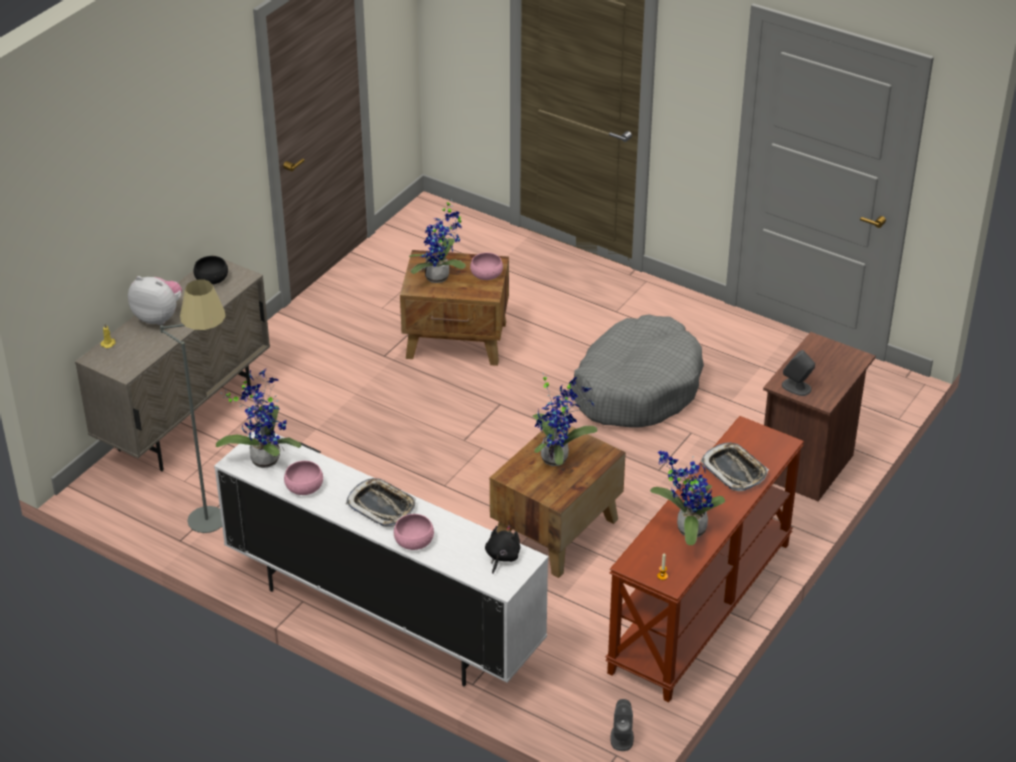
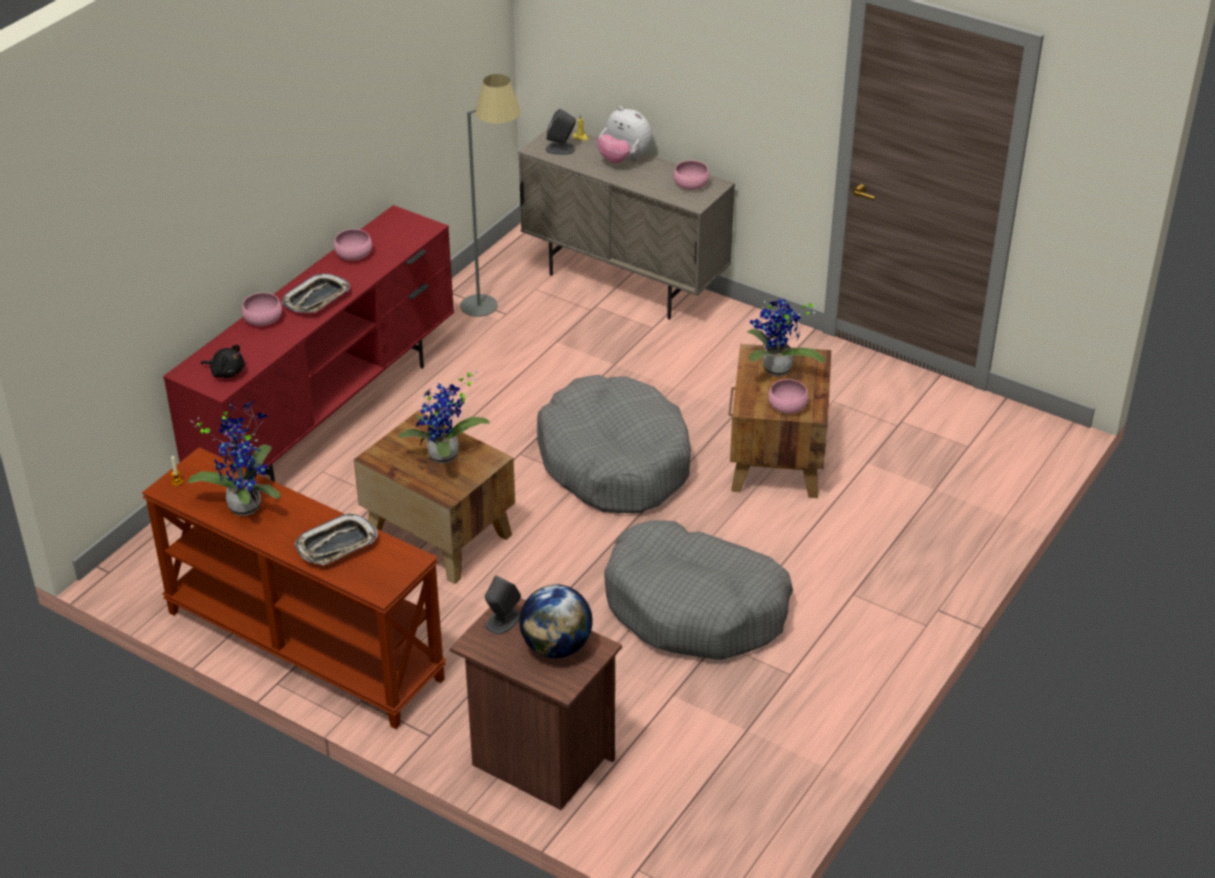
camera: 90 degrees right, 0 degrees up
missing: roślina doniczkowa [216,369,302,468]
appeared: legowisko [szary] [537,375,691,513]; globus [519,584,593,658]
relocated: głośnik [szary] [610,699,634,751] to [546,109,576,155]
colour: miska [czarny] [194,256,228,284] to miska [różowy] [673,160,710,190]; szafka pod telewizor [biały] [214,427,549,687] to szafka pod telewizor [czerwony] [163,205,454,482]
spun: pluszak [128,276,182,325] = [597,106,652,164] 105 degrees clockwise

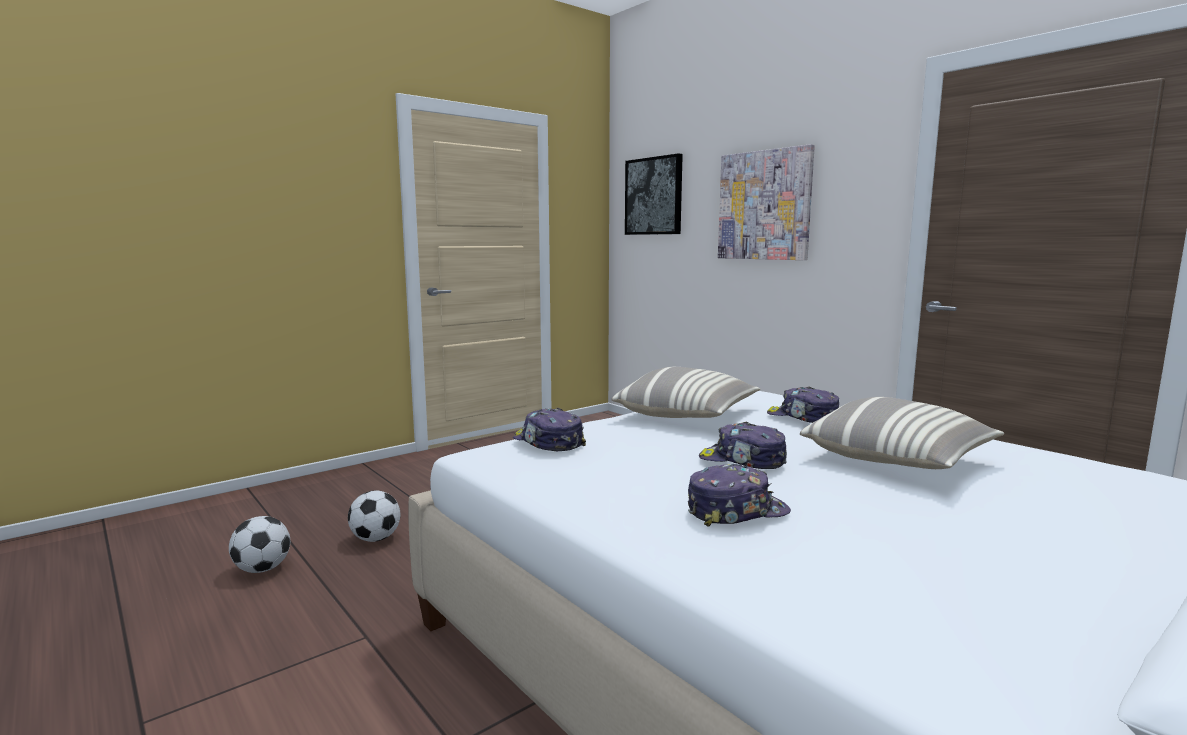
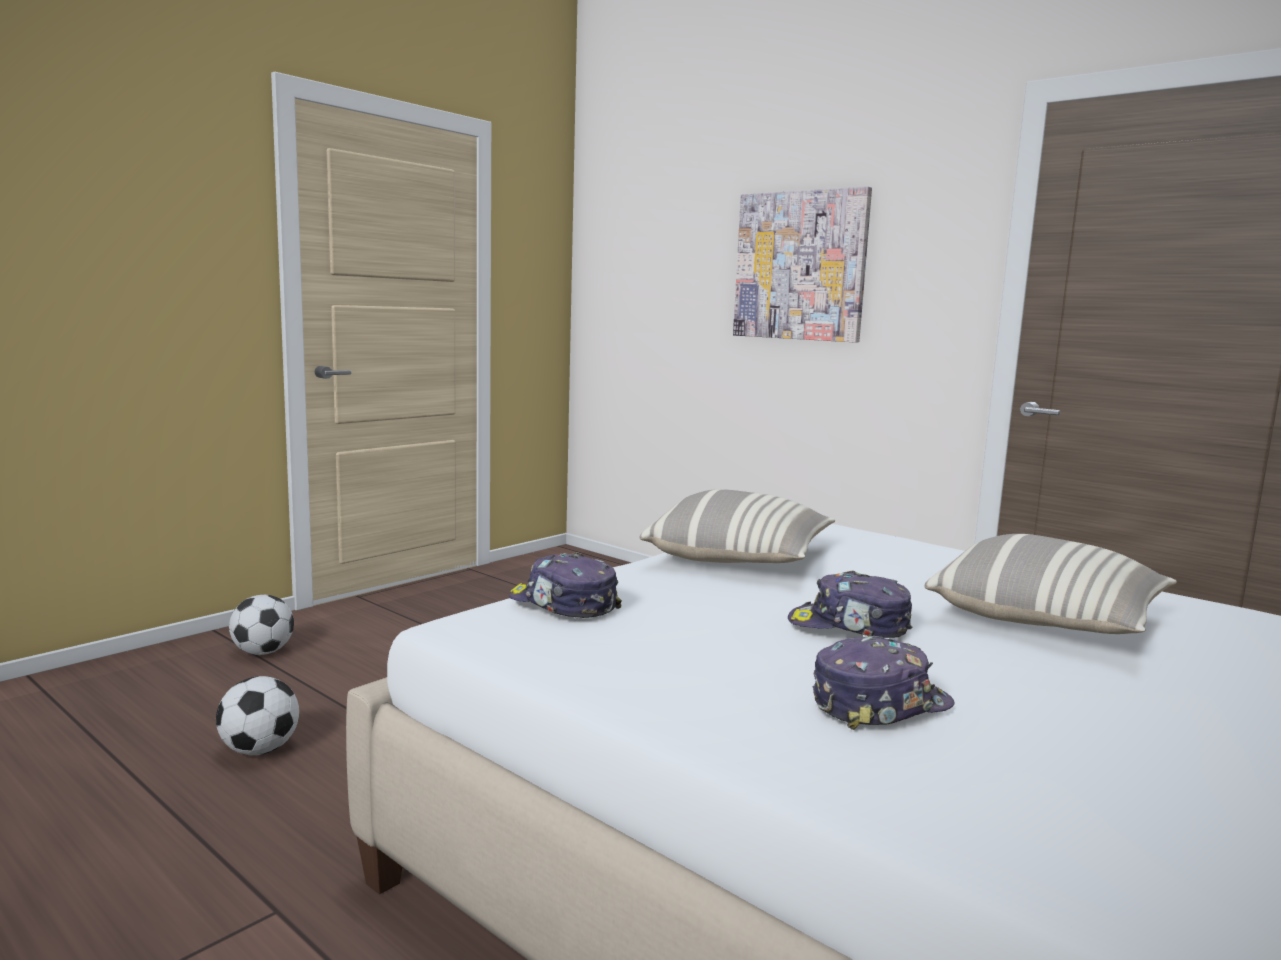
camera: 10 degrees left, 0 degrees up
missing: obraz [625,153,683,235]; czapka z daszkiem [767,387,839,423]
relocated: piłka futbolowa [229,516,290,573] to [229,595,294,655]

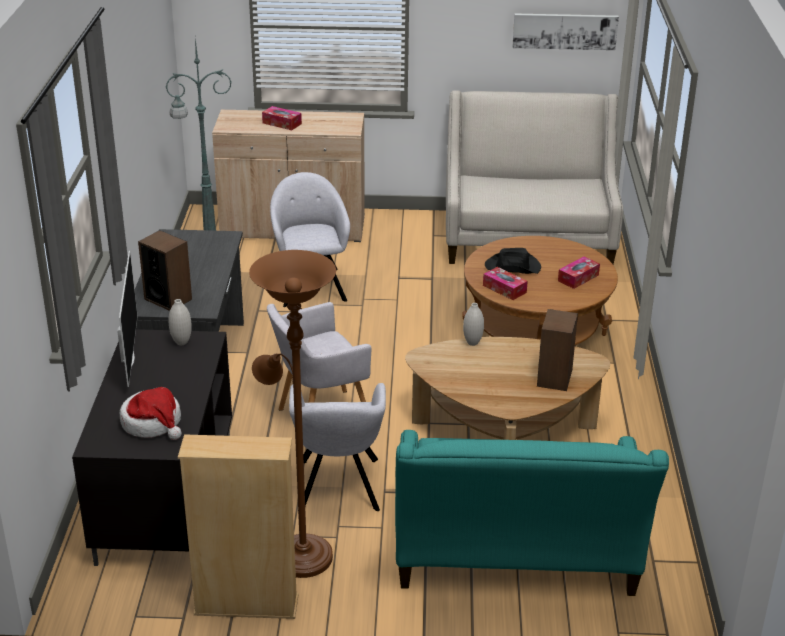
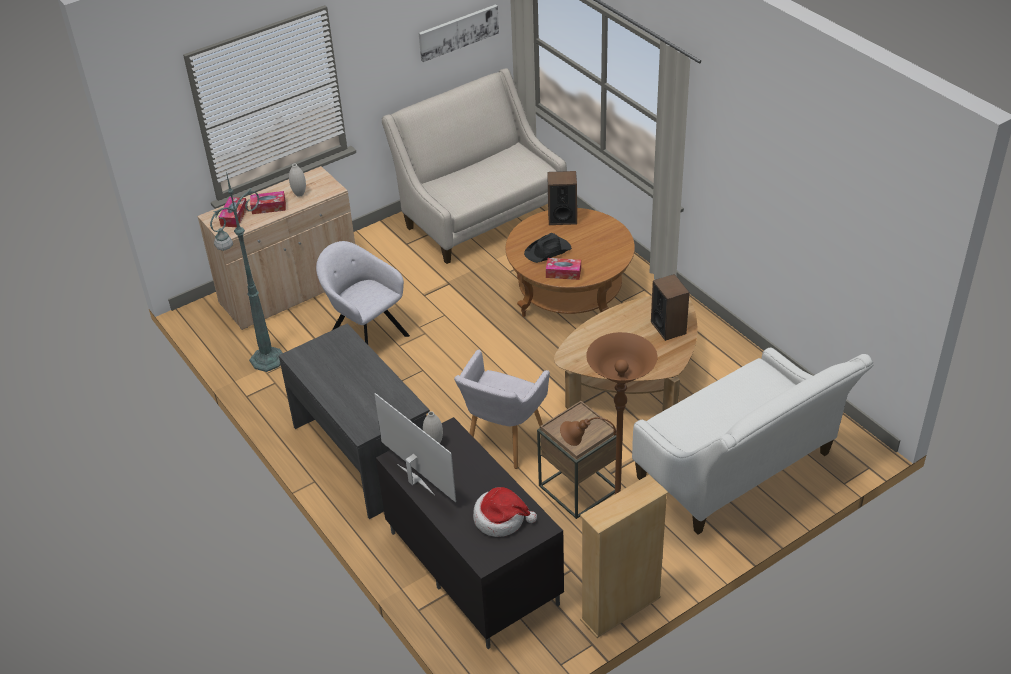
camera: 35 degrees left, 10 degrees up
relocated: głośnik [138,230,192,311] to [547,171,577,225]; pudełko chusteczek [558,256,600,289] to [219,197,248,227]; wazon [biały] [463,303,484,346] to [289,164,306,197]
exchanged: fotel [szary] [289,383,386,511] to stolik [brązowy] [537,401,617,519]
colour: kanapa [turkusowy] [395,430,669,596] to kanapa [biały] [632,348,873,535]

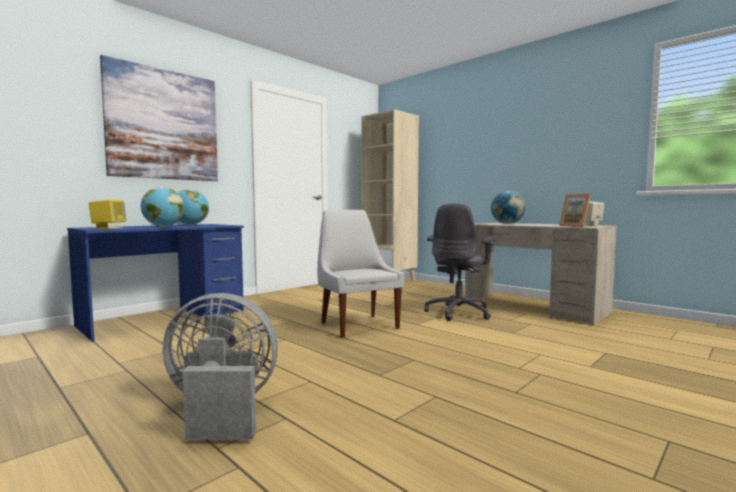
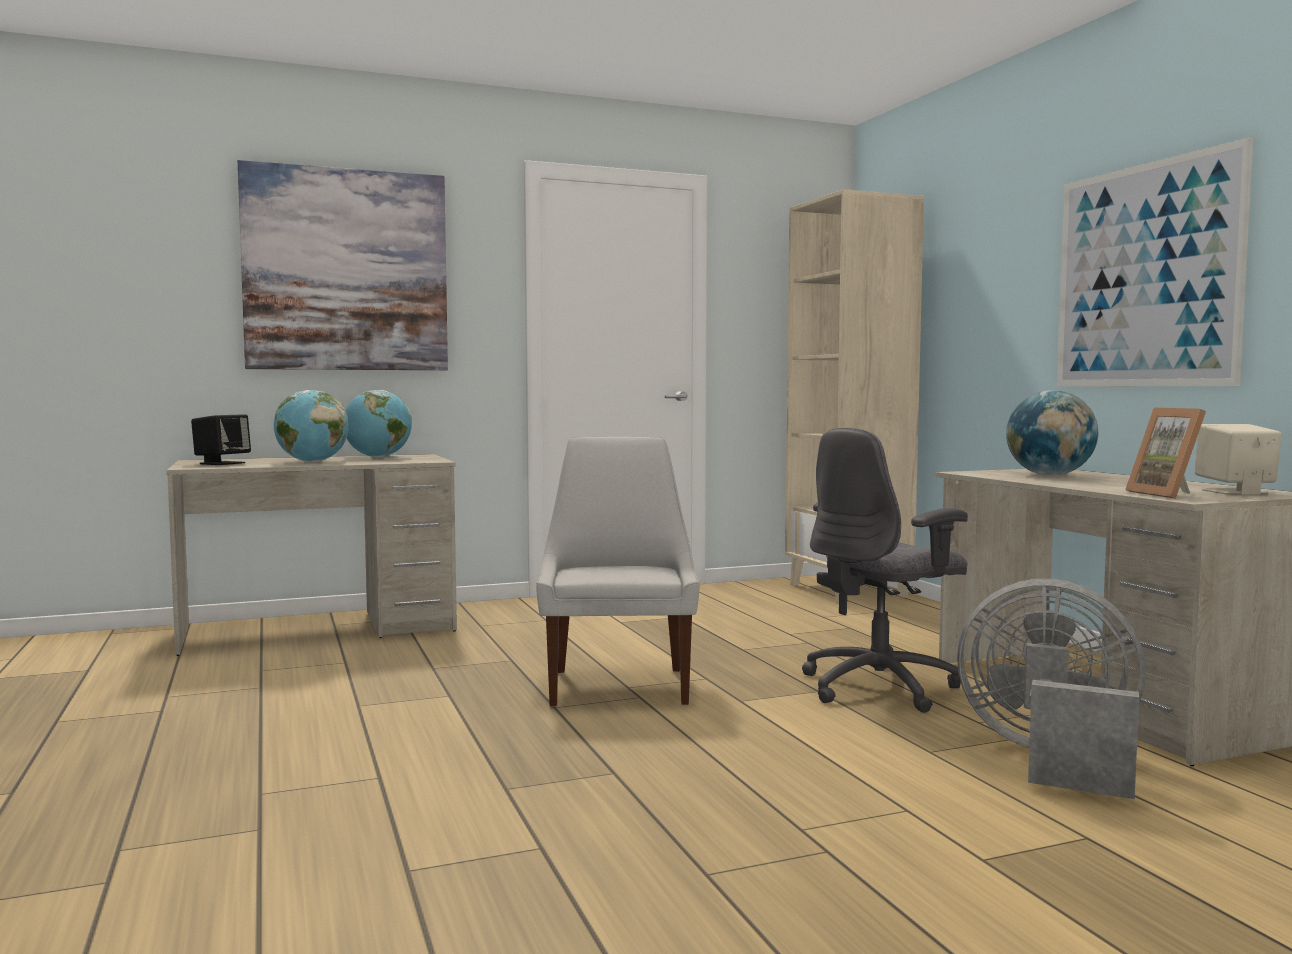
camera: 25 degrees right, 0 degrees up
appeared: obraz [1057,137,1253,387]
relocated: wentylator [szary] [162,293,278,439] to [957,579,1146,799]
colour: głośnik [żółty] [89,199,127,229] to głośnik [czarny] [191,414,251,465]; biurko [niebieski] [67,224,244,341] to biurko [beżowy] [166,454,457,656]

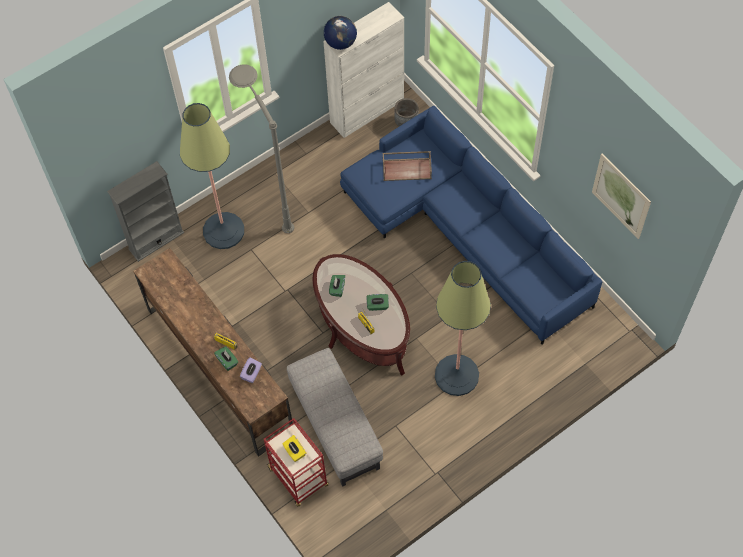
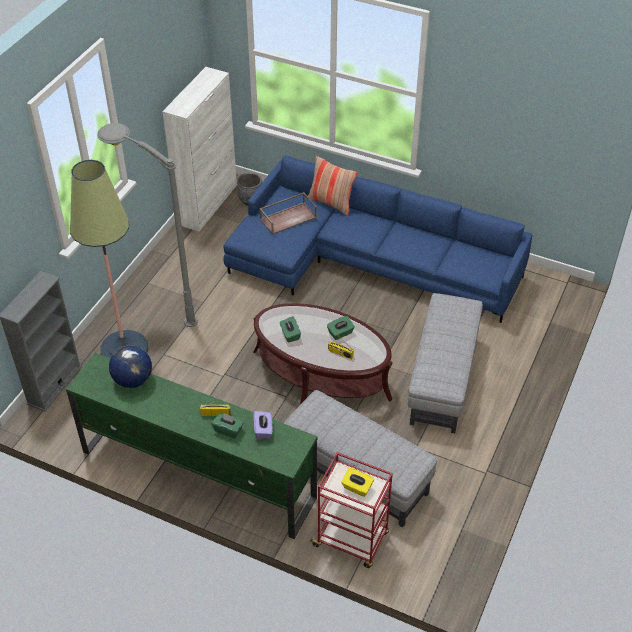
camera: 30 degrees left, 15 degrees down
missing: obraz [592,154,651,239]
appeared: poduszka [308,156,357,215]
relocated: globus [324,16,357,50] to [109,345,152,388]
exchanged: lampa stojąca [435,261,491,396] to pufa [szary] [408,293,483,433]
colour: szafka pod telewizor [brązowy] [133,248,293,457] to szafka pod telewizor [zielony] [66,353,317,539]

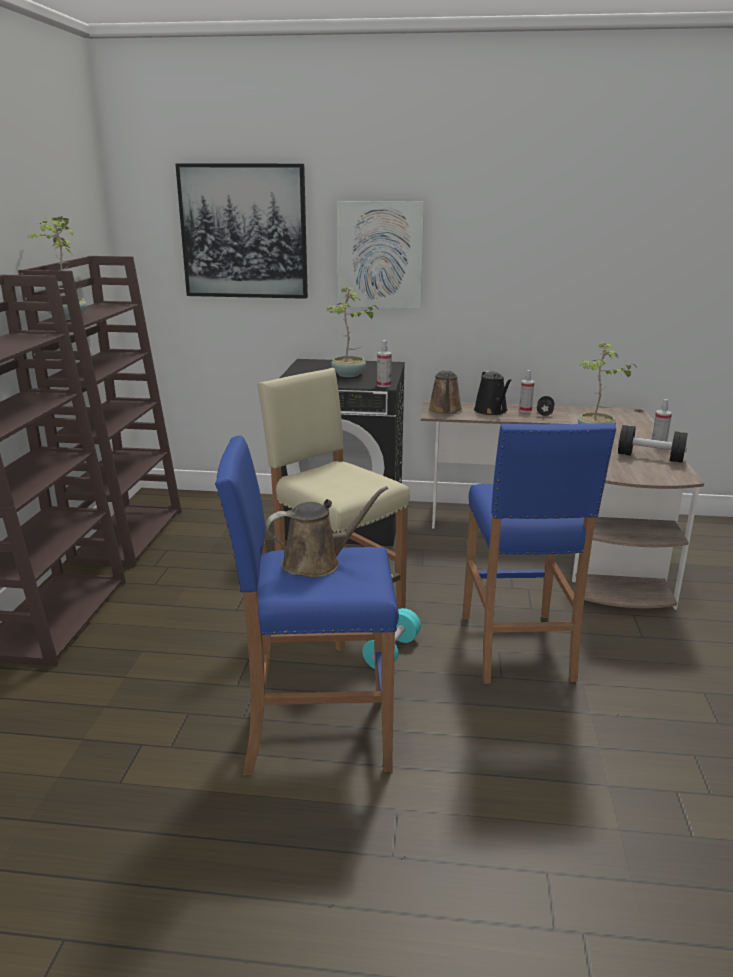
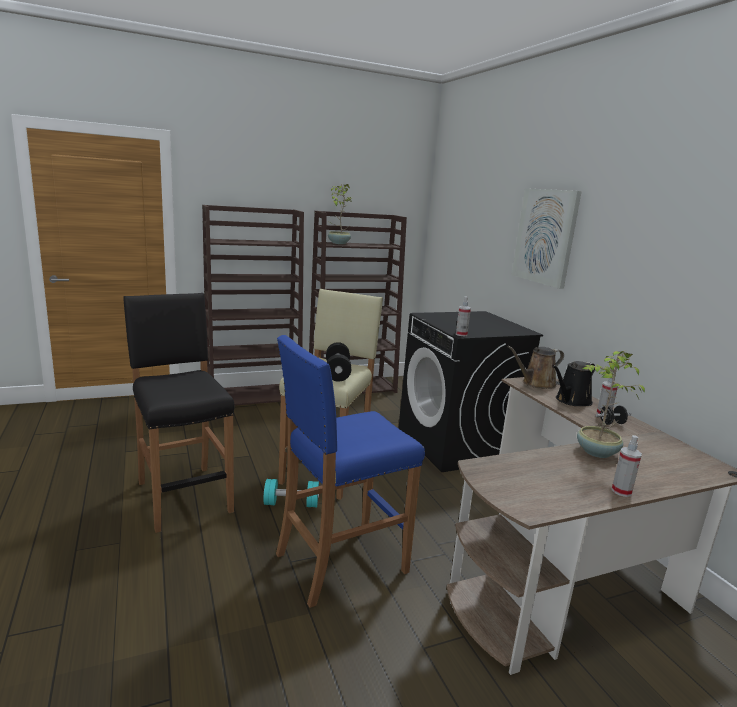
camera: 60 degrees right, 5 degrees down
missing: obraz [175,163,308,299]; roślina doniczkowa [325,286,378,377]; konewka [brązowy] [266,486,388,577]
relocated: hantel [czarny] [618,425,688,463] to [326,342,351,382]
colour: stołek [niebieski] [215,436,399,775] to stołek [czarny] [123,293,234,533]

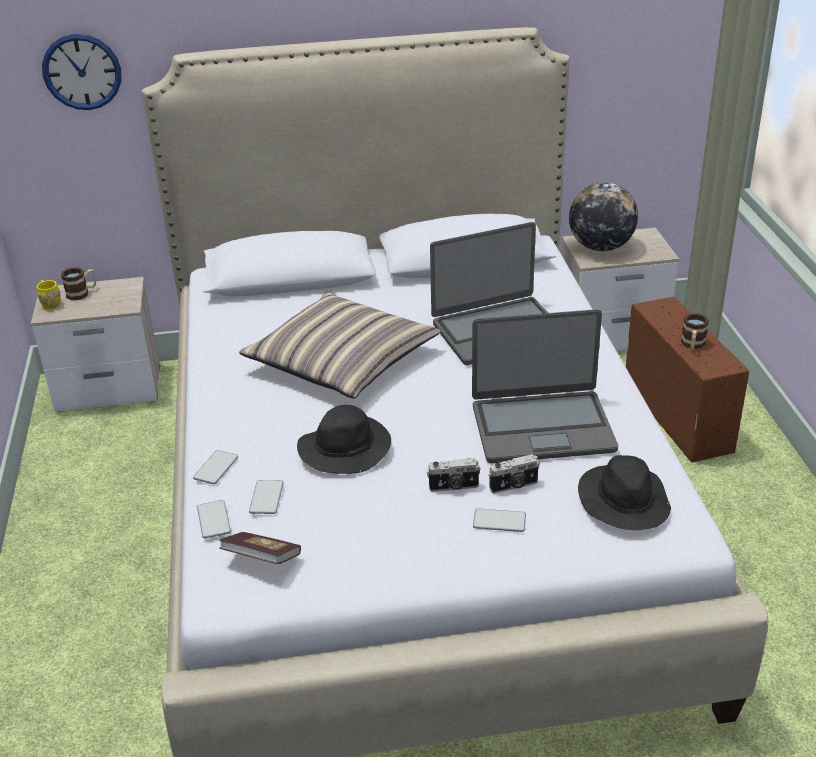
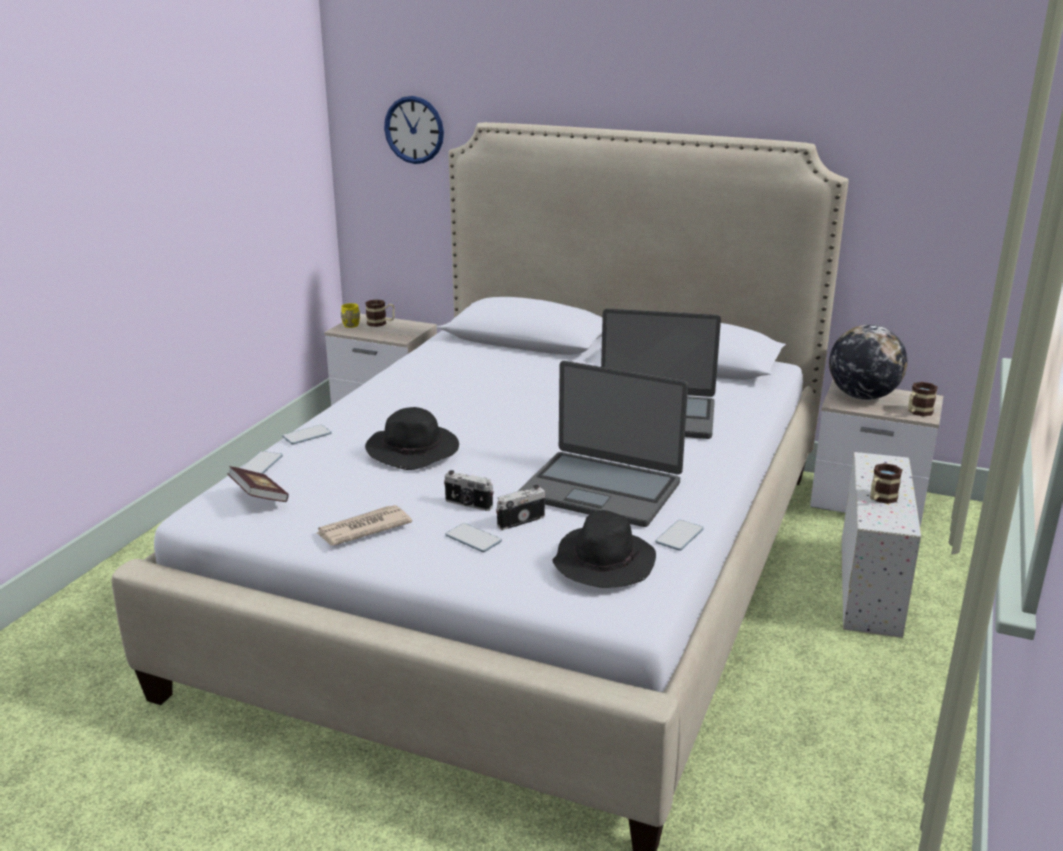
camera: 30 degrees right, 10 degrees down
missing: poduszka [239,293,441,399]
appeared: kubek [908,382,938,416]; gazeta [317,505,412,546]
relocated: telefon [249,480,284,514] to [655,520,704,551]
colour: pojemnik do przechowywania [brązowy] [626,297,749,463] to pojemnik do przechowywania [biały] [841,452,921,638]
spun: aparat fotograficzny [489,454,540,493] = [496,485,545,530] 135 degrees clockwise

